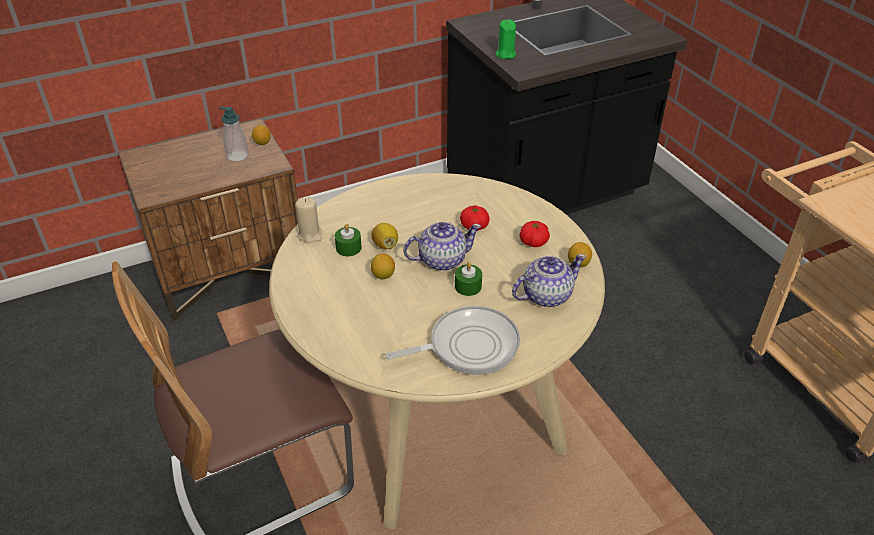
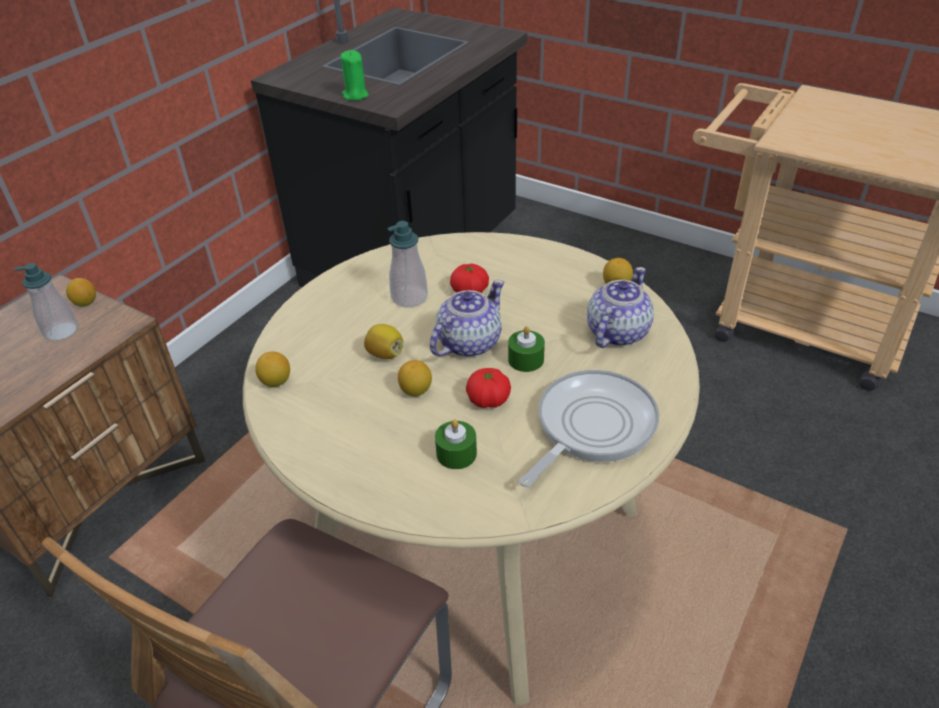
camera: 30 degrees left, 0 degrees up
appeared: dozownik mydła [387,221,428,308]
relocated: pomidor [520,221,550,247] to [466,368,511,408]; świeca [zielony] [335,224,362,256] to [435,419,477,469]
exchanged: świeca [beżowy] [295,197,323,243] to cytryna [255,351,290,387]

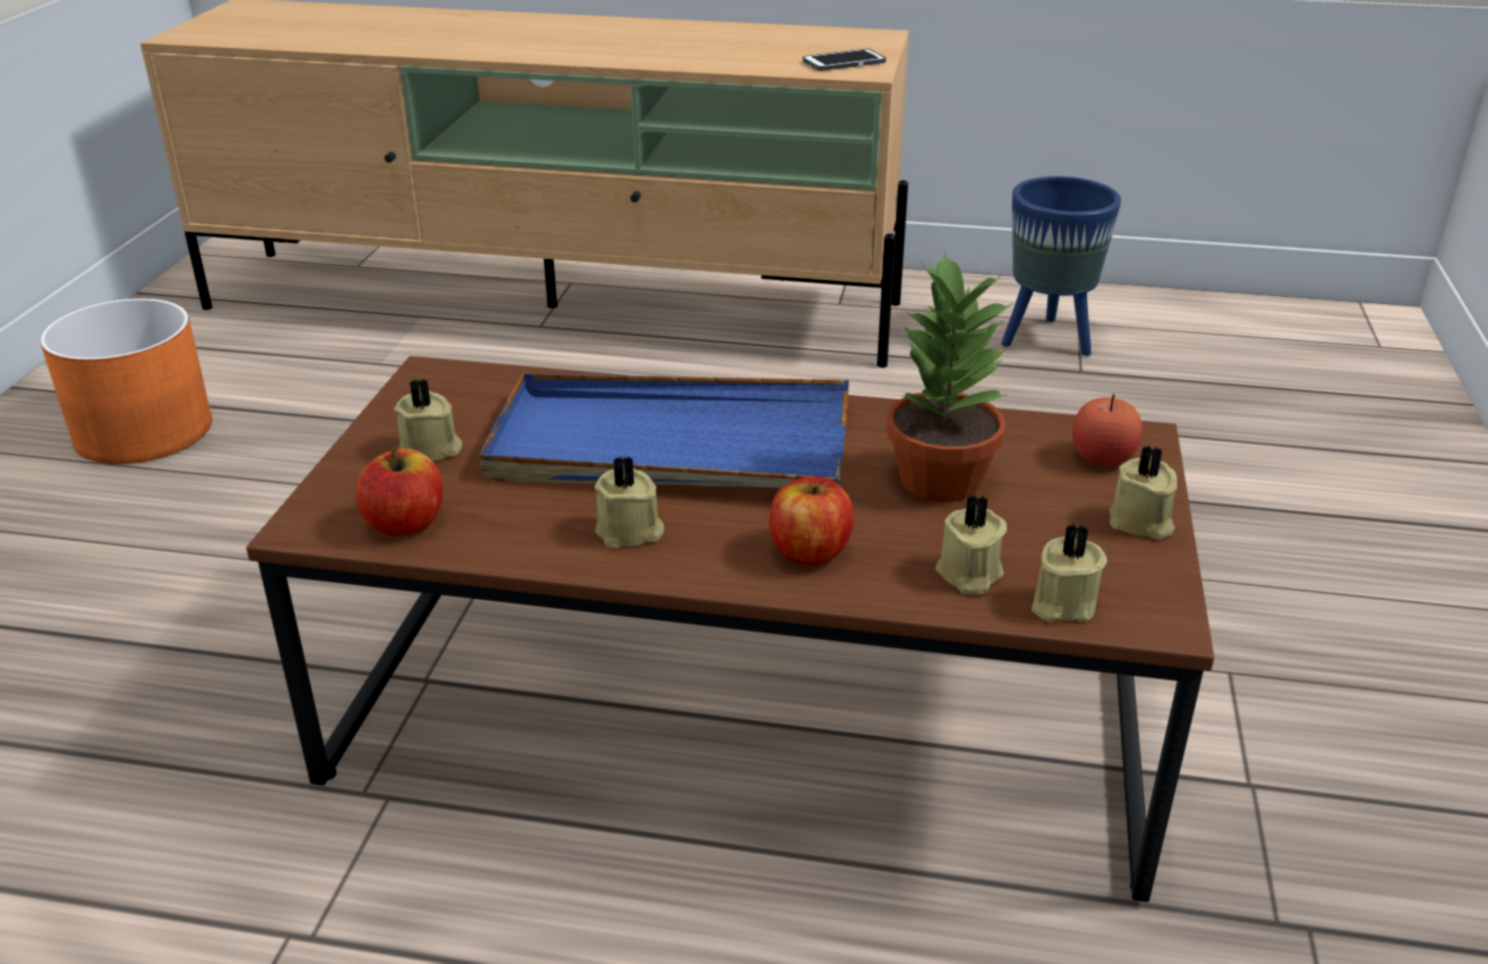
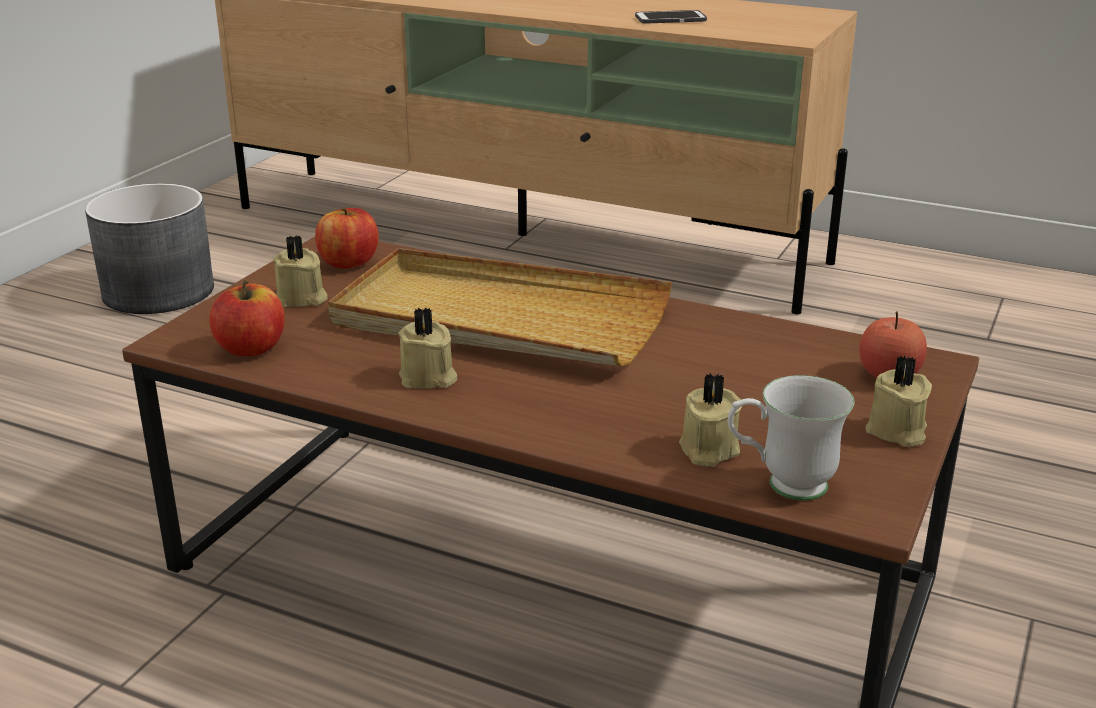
camera: 15 degrees right, 5 degrees down
missing: donica [niebieski] [1001,176,1121,356]; roślina doniczkowa [886,253,1013,502]
relocated: telefon [803,49,886,71] to [635,10,707,23]; jabłko [769,476,854,565] to [315,208,379,269]
exchanged: świeca [beżowy] [1031,524,1107,622] to kubek [biały] [728,375,854,500]
colour: donica [pomarańczowy] [40,298,212,464] to donica [szary] [85,183,214,314]; taca [niebieski] [480,373,849,488] to taca [beżowy] [328,248,672,366]

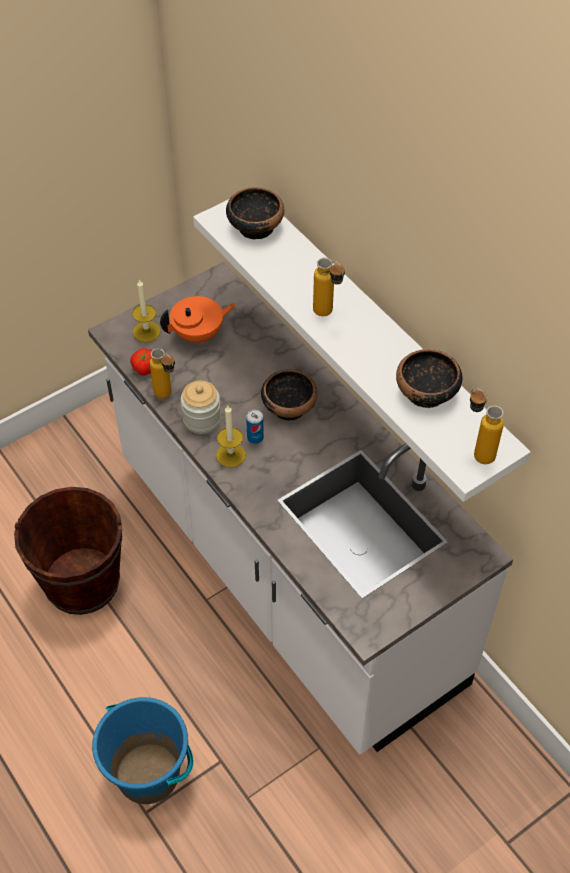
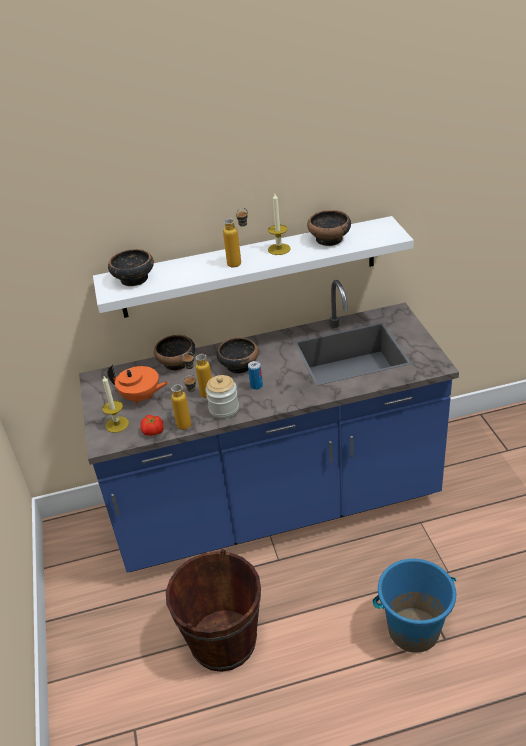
camera: 65 degrees left, 15 degrees down
appeared: miska [154,335,195,371]
relocated: butelka [470,388,504,464] to [182,352,212,398]; świeca [216,406,246,467] to [268,193,291,255]
colour: zabudowa kuchenna [biały] [88,262,513,755] to zabudowa kuchenna [niebieski] [79,280,459,573]
spun: imbryk [pomarańczowy] [160,296,236,344] = [108,365,169,404] 105 degrees clockwise

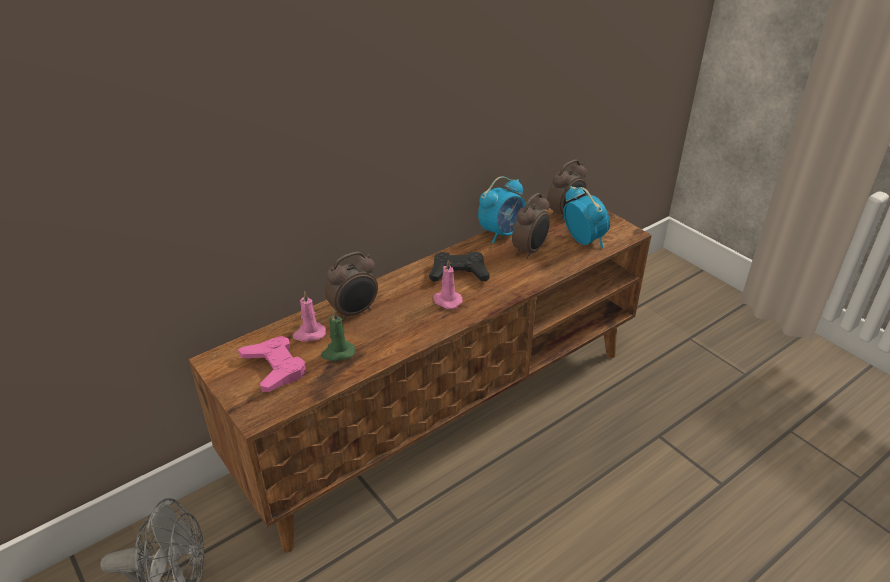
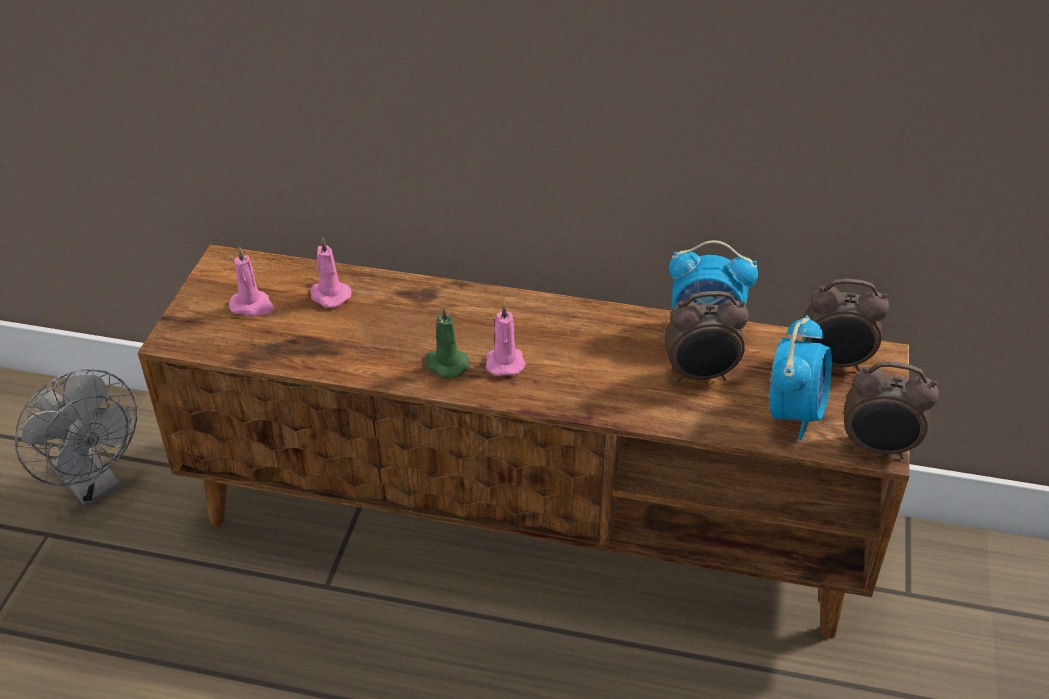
camera: 50 degrees right, 5 degrees up
missing: pad do gier [czarny] [429,252,490,282]
relocated: budzik [325,252,378,321] to [844,362,939,459]; świeca [zielony] [321,309,355,361] to [425,306,470,378]
exchanged: pad do gier [różowy] [238,336,305,392] to świeca [różowy] [229,247,274,317]

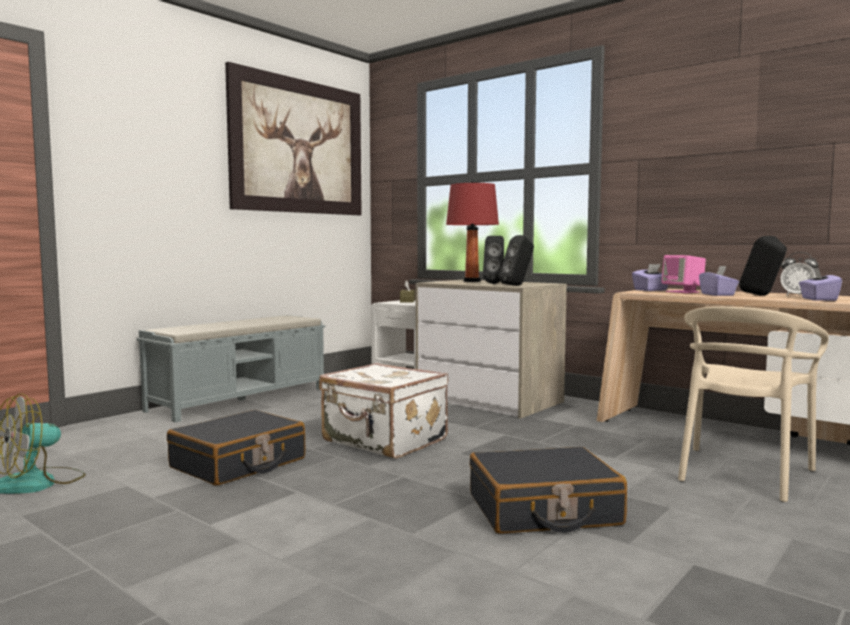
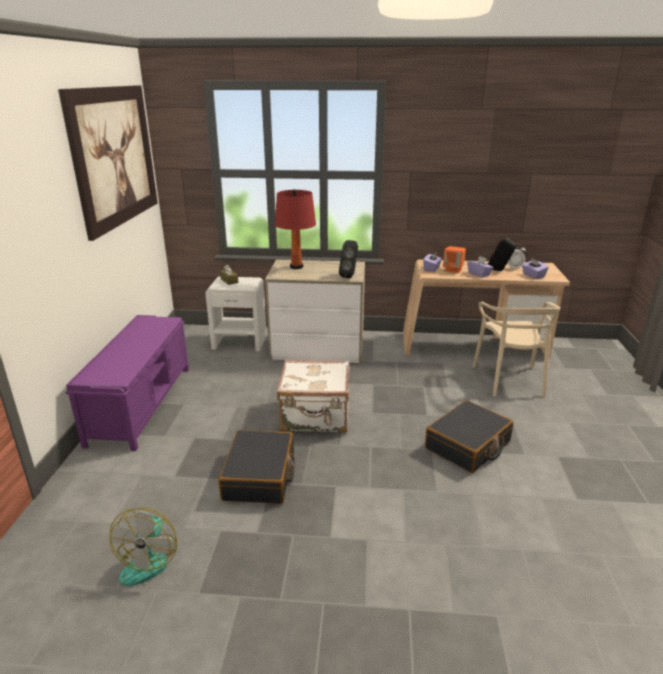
camera: 35 degrees left, 20 degrees up
missing: głośnik [czarny] [483,236,504,284]
colour: głośnik [różowy] [661,255,706,293] to głośnik [pomarańczowy] [443,246,466,273]; ławka [szary] [137,315,325,423] to ławka [fioletowy] [66,315,189,451]

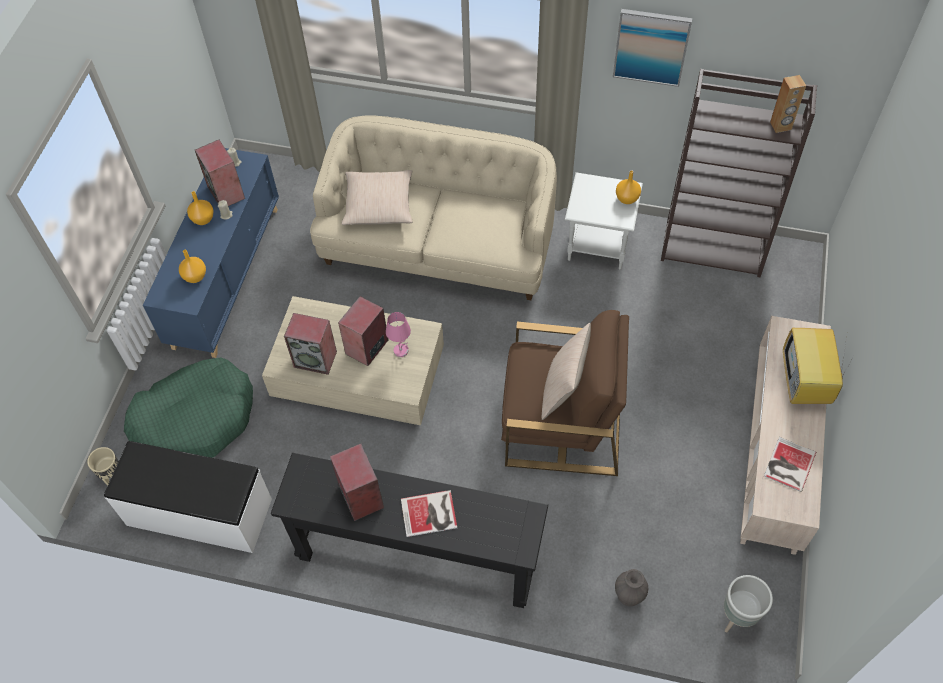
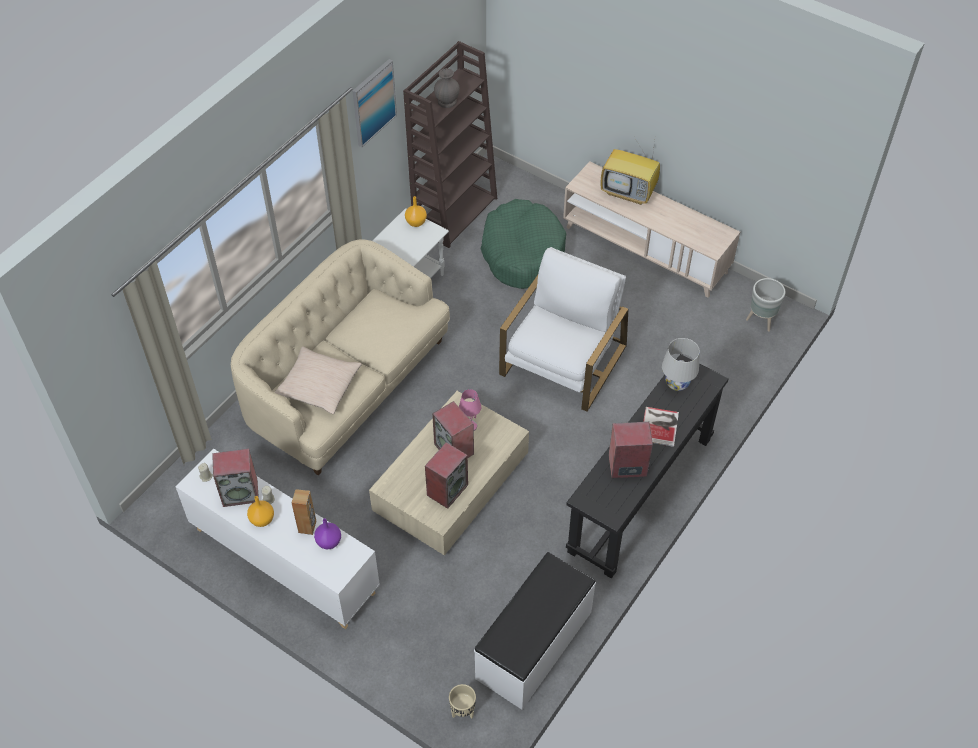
camera: 70 degrees left, 5 degrees down
missing: poduszka [beżowy] [542,323,591,420]; książka [764,437,816,492]
appeared: lampa stołowa [biały] [662,338,700,391]
relocated: głośnik [brązowy] [770,75,806,133] to [291,489,316,535]; legowisko [zielony] [124,357,253,458] to [480,199,566,289]; wazon [szary] [615,569,648,606] to [434,68,460,108]
colour: szafka [niebieski] [143,148,279,358] to szafka [biały] [176,448,380,629]; wazon [pomarańczowy] [179,250,206,283] to wazon [fioletowy] [314,518,341,549]; fotel [brązowy] [501,310,629,476] to fotel [biały] [499,247,628,412]

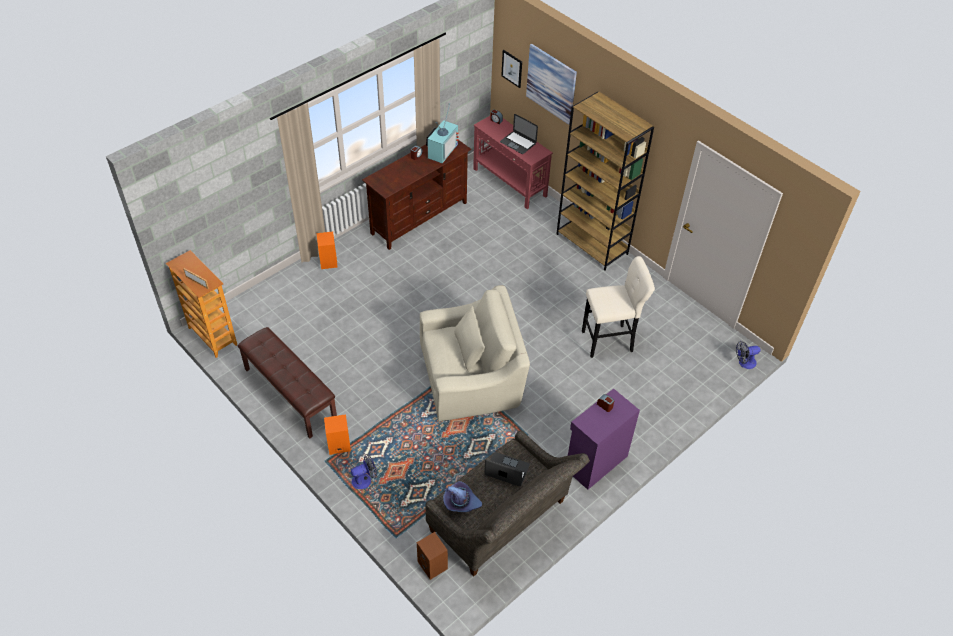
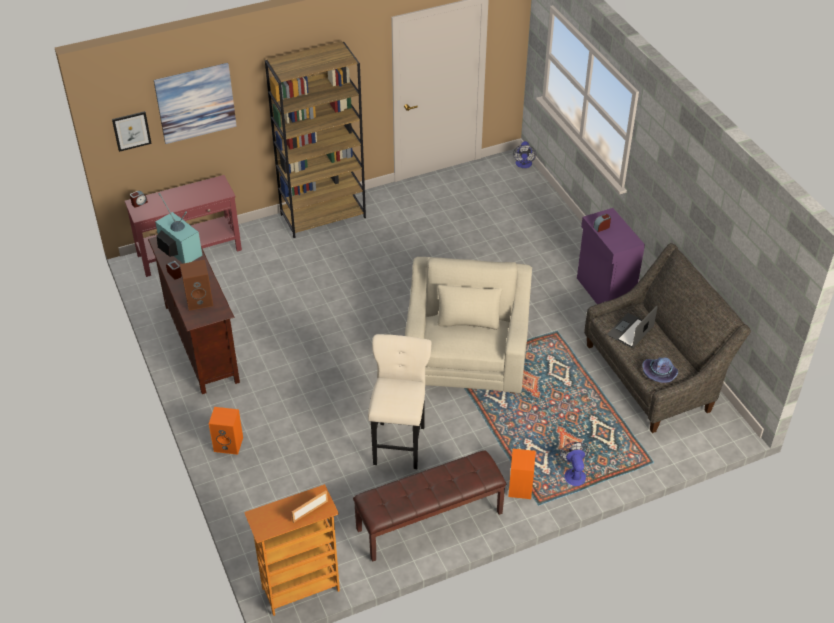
camera: 70 degrees left, 5 degrees down
missing: laptop [500,114,538,154]
relocated: stołek [beżowy] [582,256,655,358] to [368,334,431,469]; głośnik [brązowy] [417,532,448,580] to [180,260,213,311]

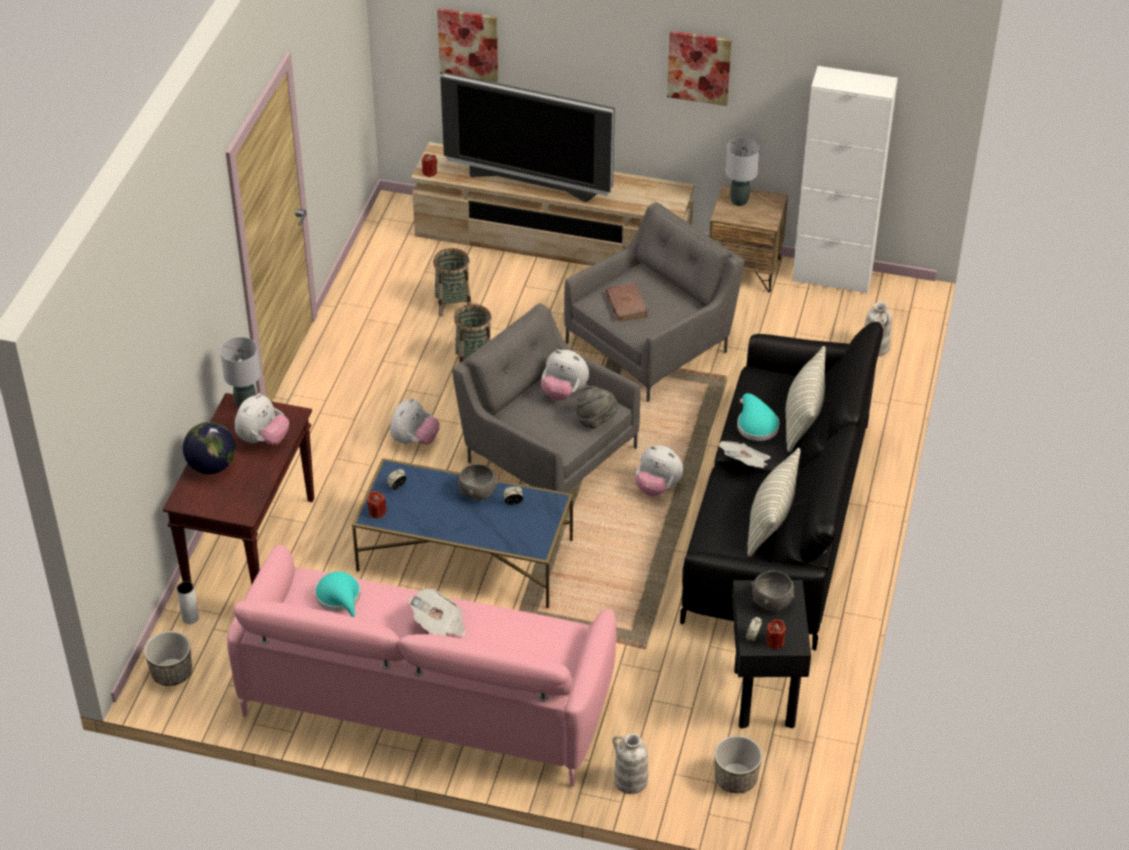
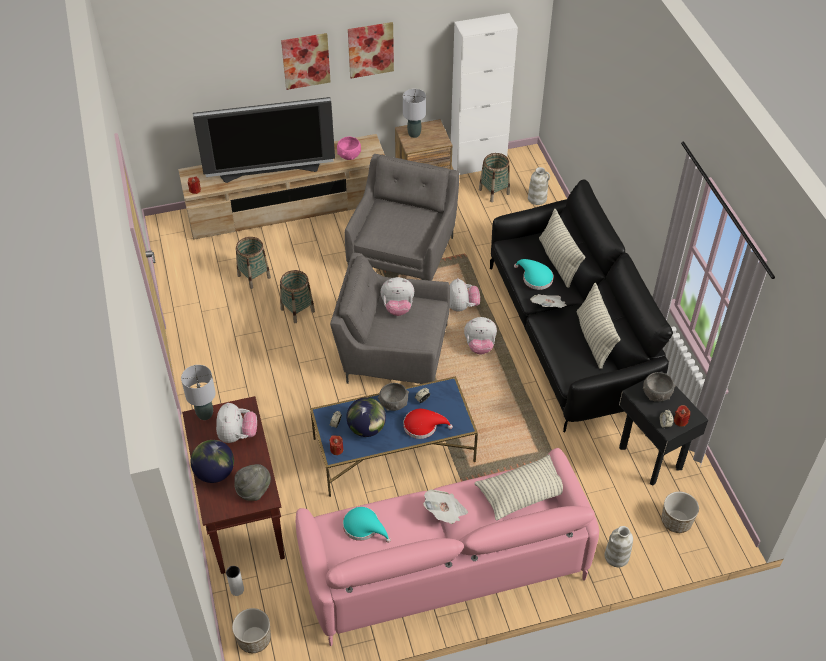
camera: 30 degrees left, 5 degrees up
missing: książka [brązowy] [605,283,649,322]
appeared: miska [różowy] [337,136,361,160]; koszyk [479,153,510,202]; globus [346,397,386,437]; kapelusz [czerwony] [404,409,453,439]; poduszka [474,454,563,521]
relocated: obraz [437,8,498,82] to [281,33,331,90]; kapelusz [szary] [575,386,618,429] to [234,464,271,501]; pluszak [390,398,439,445] to [450,278,480,311]

